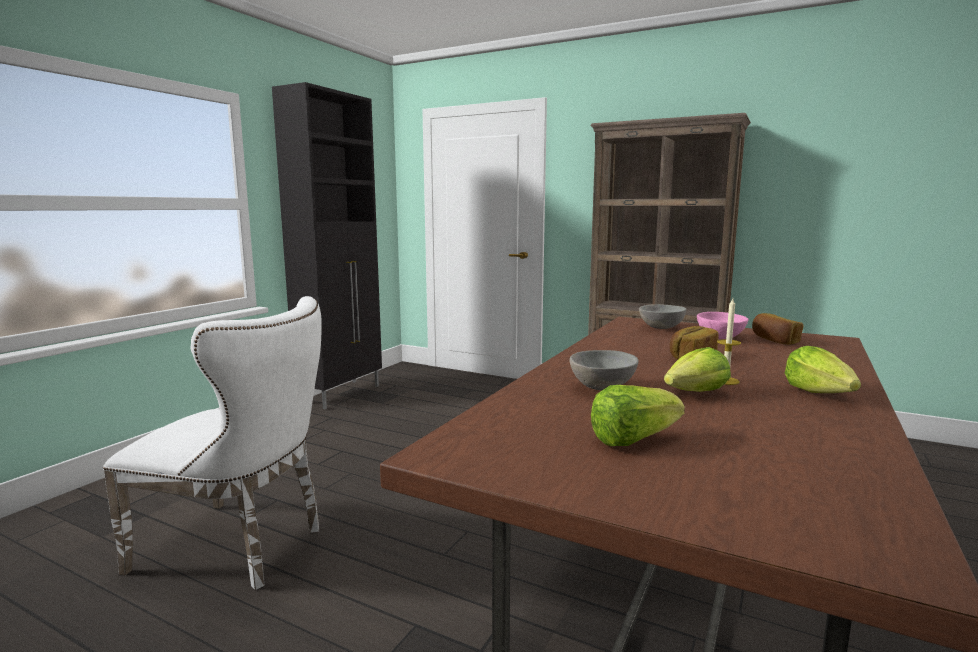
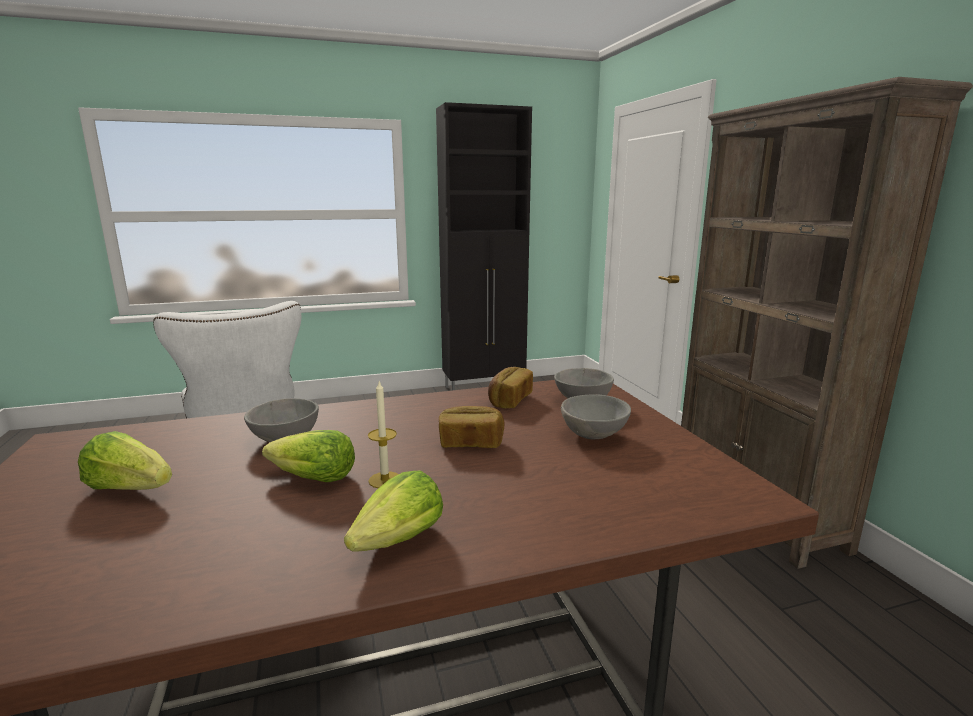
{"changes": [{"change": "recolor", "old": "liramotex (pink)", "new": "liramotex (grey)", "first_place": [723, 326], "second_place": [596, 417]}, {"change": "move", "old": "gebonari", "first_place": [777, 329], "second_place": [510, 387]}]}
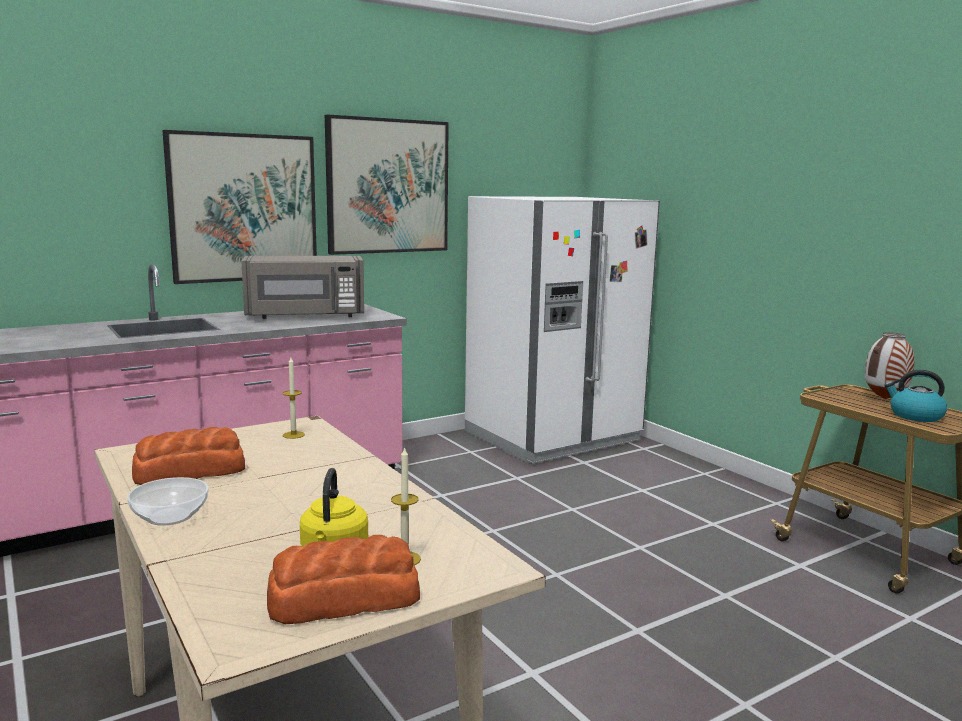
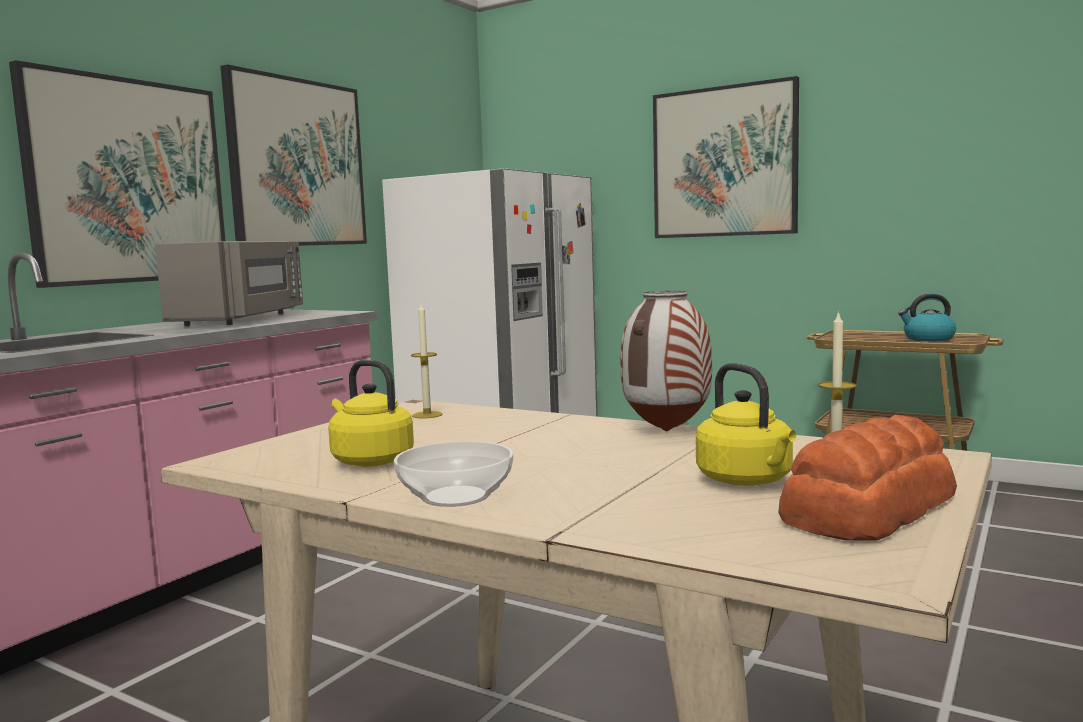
{"changes": [{"change": "replace", "old": "gebonari", "new": "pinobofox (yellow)", "first_place": [188, 456], "second_place": [371, 413]}, {"change": "rotate", "old": "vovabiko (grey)", "first_place": [302, 287], "second_place": [229, 283], "degrees": -45}, {"change": "move", "old": "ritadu", "first_place": [890, 365], "second_place": [666, 361]}, {"change": "insert", "new": "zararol", "second_place": [726, 157]}]}
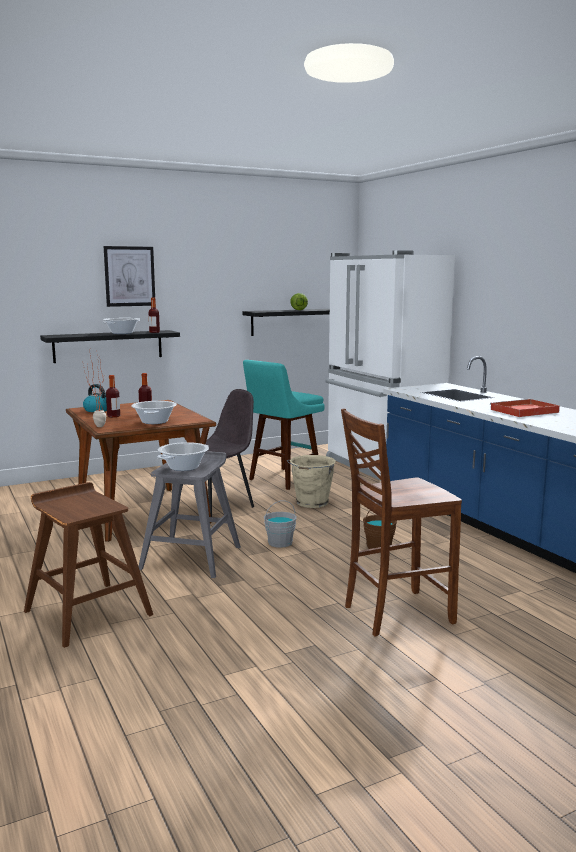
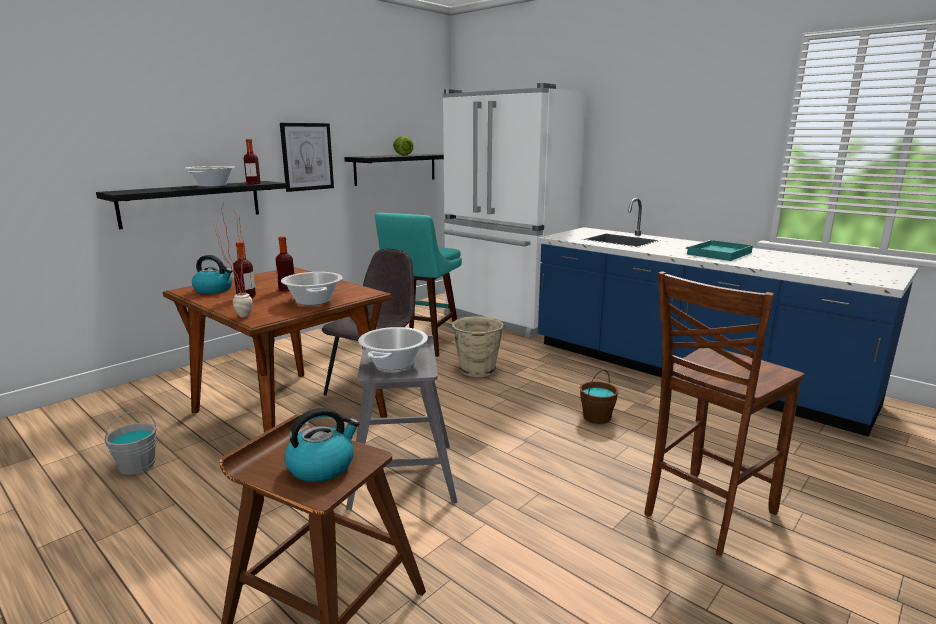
{"changes": [{"change": "move", "old": "zararol", "first_place": [129, 276], "second_place": [307, 157]}, {"change": "move", "old": "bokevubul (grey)", "first_place": [280, 524], "second_place": [131, 443]}, {"change": "recolor", "old": "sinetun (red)", "new": "sinetun (turquoise)", "first_place": [525, 408], "second_place": [719, 250]}, {"change": "insert", "new": "pinobofox", "second_place": [321, 444]}]}
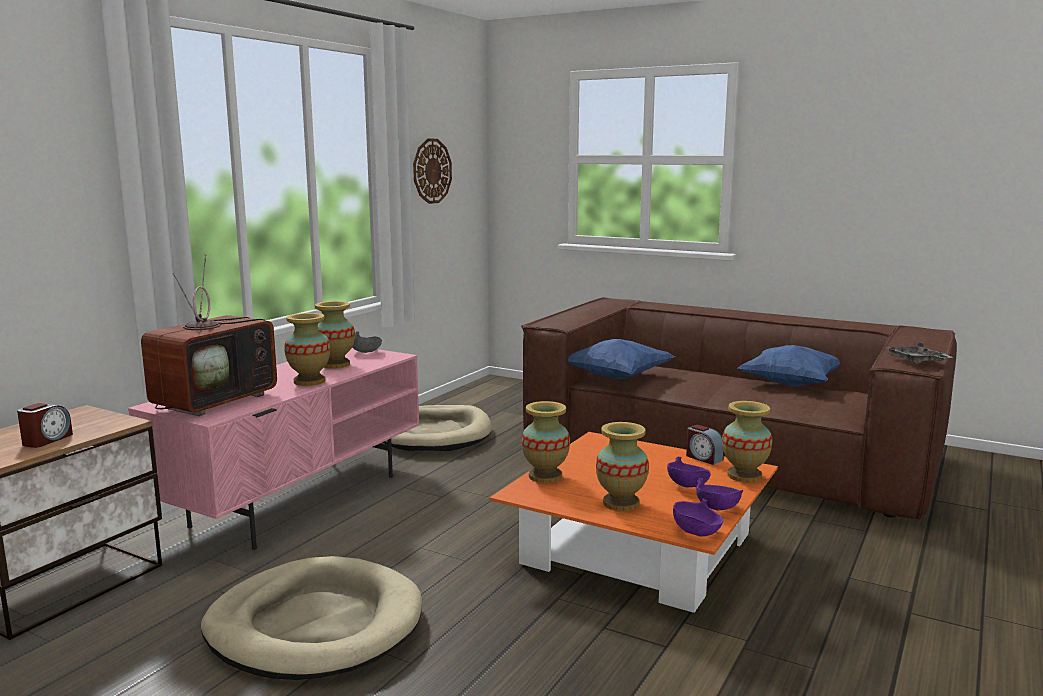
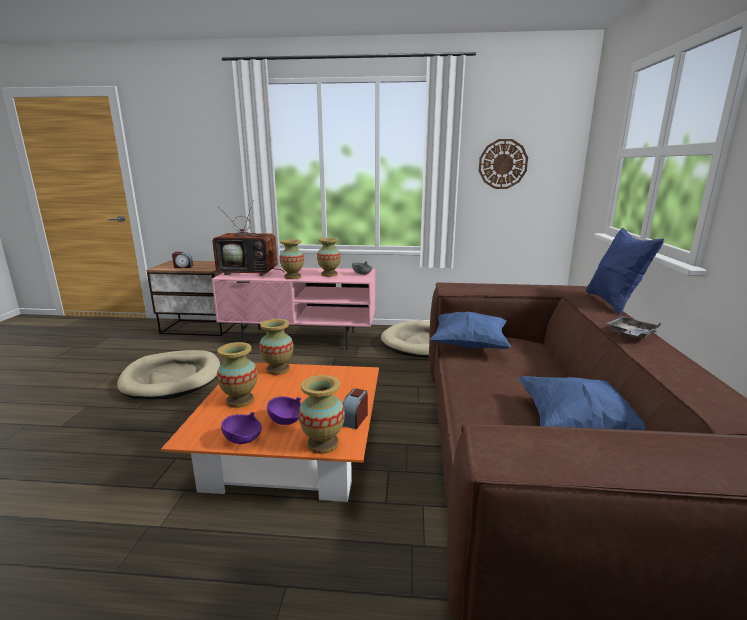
{"changes": [{"change": "delete", "old": "liramotex (purple)", "first_place": [698, 518]}, {"change": "move", "old": "sinetun (grey)", "first_place": [919, 352], "second_place": [633, 327]}, {"change": "insert", "new": "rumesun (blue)", "second_place": [625, 271]}]}
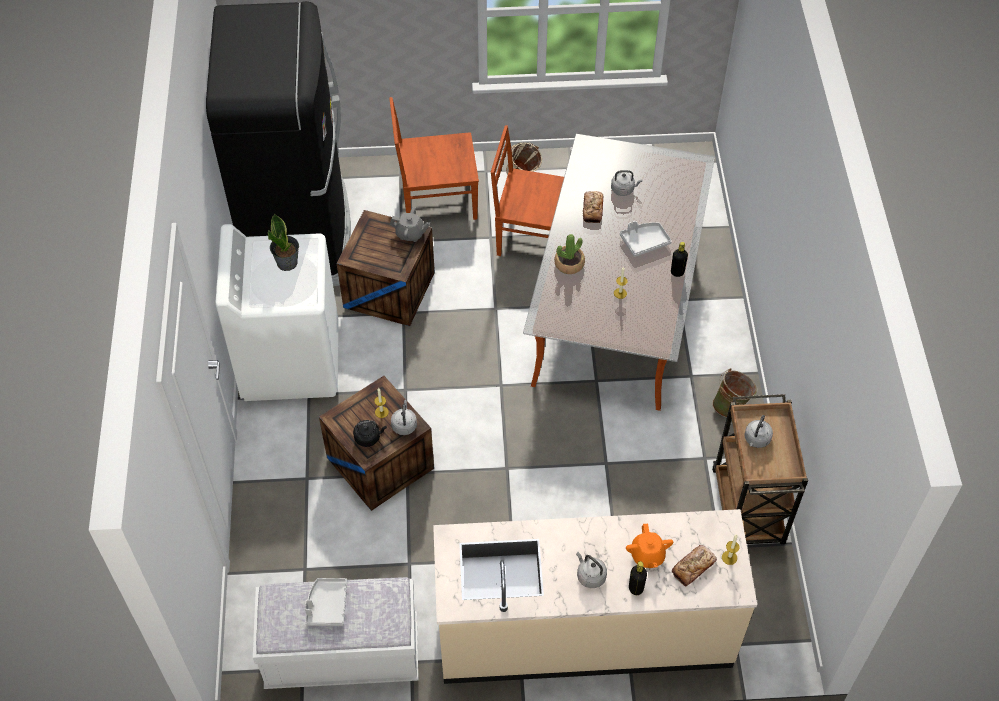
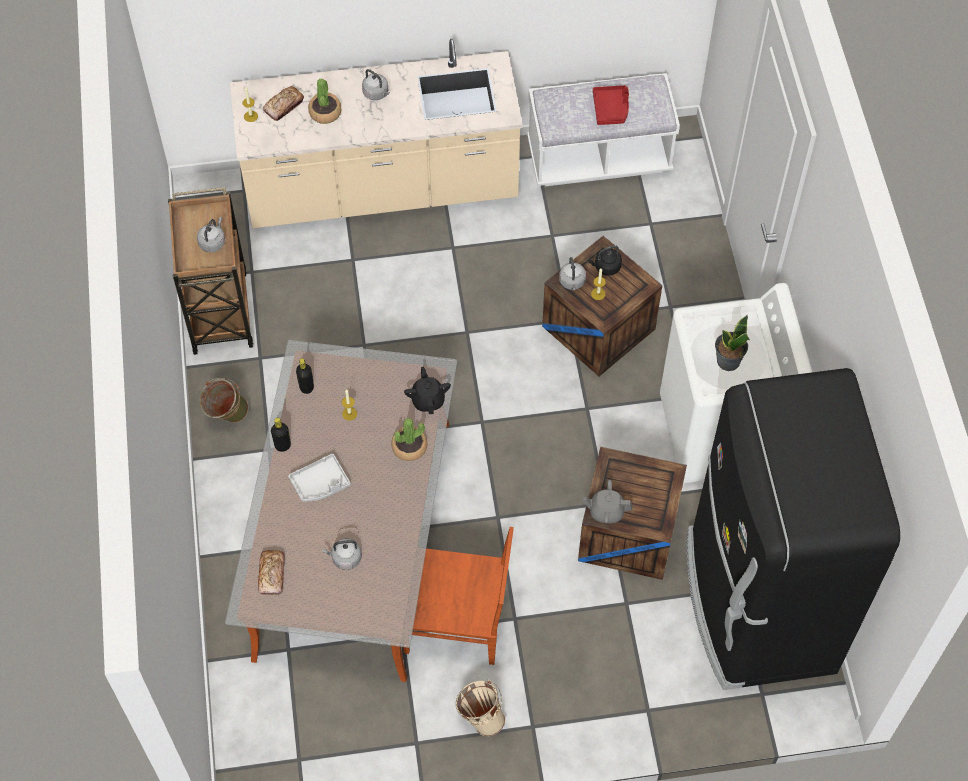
{"changes": [{"change": "recolor", "old": "sinetun (grey)", "new": "sinetun (red)", "first_place": [326, 602], "second_place": [611, 105]}, {"change": "delete", "old": "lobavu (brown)", "first_place": [434, 158]}, {"change": "move", "old": "gebonari", "first_place": [593, 207], "second_place": [271, 572]}, {"change": "replace", "old": "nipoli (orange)", "new": "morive", "first_place": [649, 546], "second_place": [324, 101]}, {"change": "move", "old": "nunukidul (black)", "first_place": [638, 578], "second_place": [305, 376]}, {"change": "insert", "new": "nipoli (black)", "second_place": [427, 390]}]}
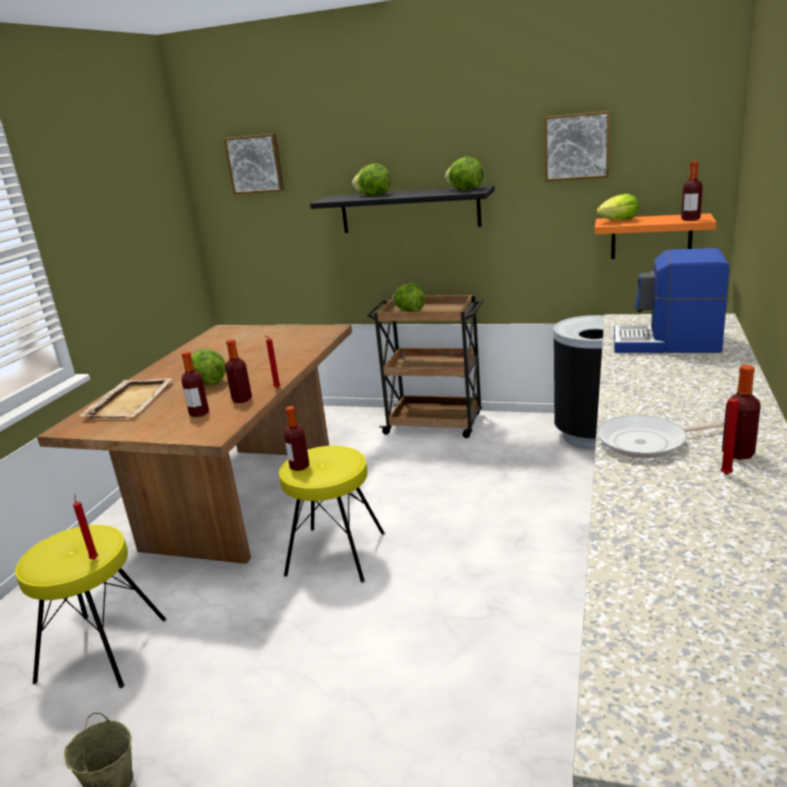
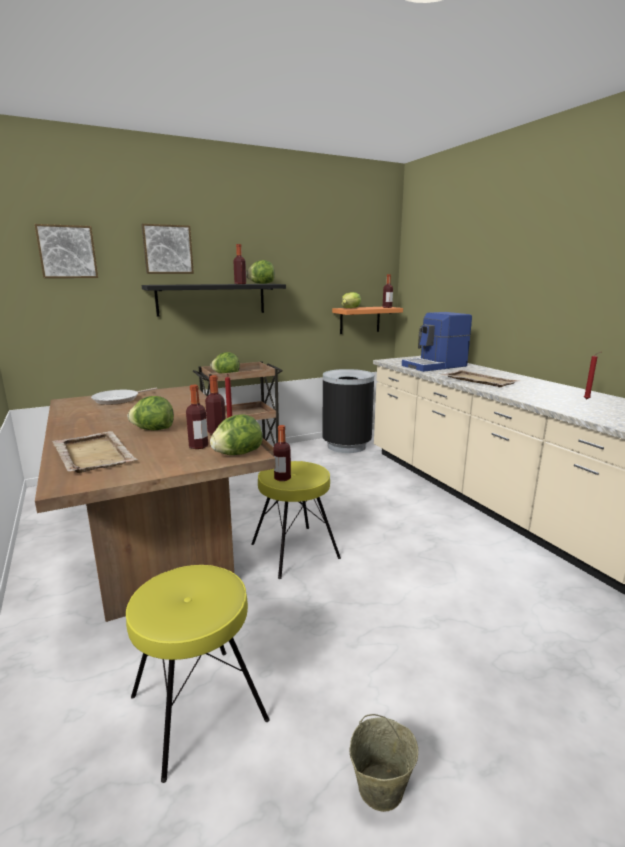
{"changes": [{"change": "delete", "old": "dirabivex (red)", "first_place": [85, 526]}, {"change": "move", "old": "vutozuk", "first_place": [371, 179], "second_place": [236, 434]}, {"change": "move", "old": "zararol", "first_place": [577, 146], "second_place": [167, 249]}, {"change": "move", "old": "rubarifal", "first_place": [660, 436], "second_place": [124, 396]}, {"change": "move", "old": "nunukidul", "first_place": [741, 412], "second_place": [239, 264]}, {"change": "insert", "new": "sinetun (beige)", "second_place": [481, 378]}]}
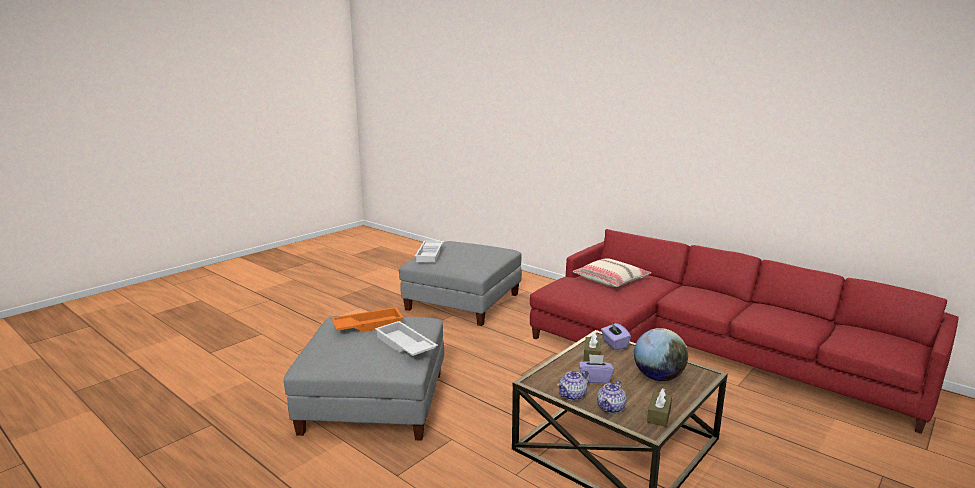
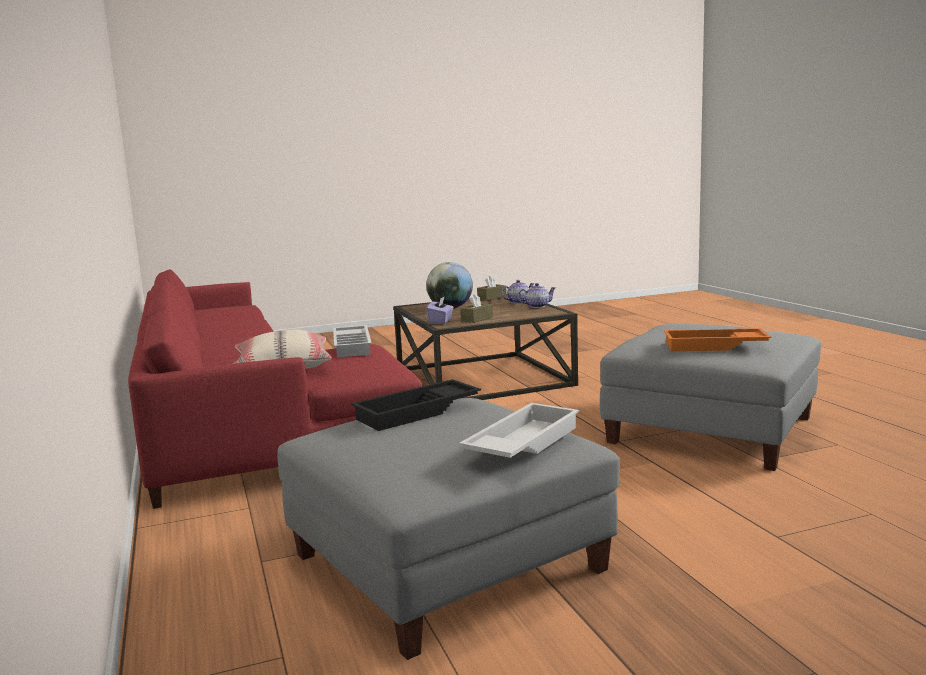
{"changes": [{"change": "move", "old": "sinetun (white)", "first_place": [406, 338], "second_place": [352, 341]}, {"change": "delete", "old": "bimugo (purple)", "first_place": [596, 369]}, {"change": "insert", "new": "sinetun (black)", "second_place": [416, 405]}]}
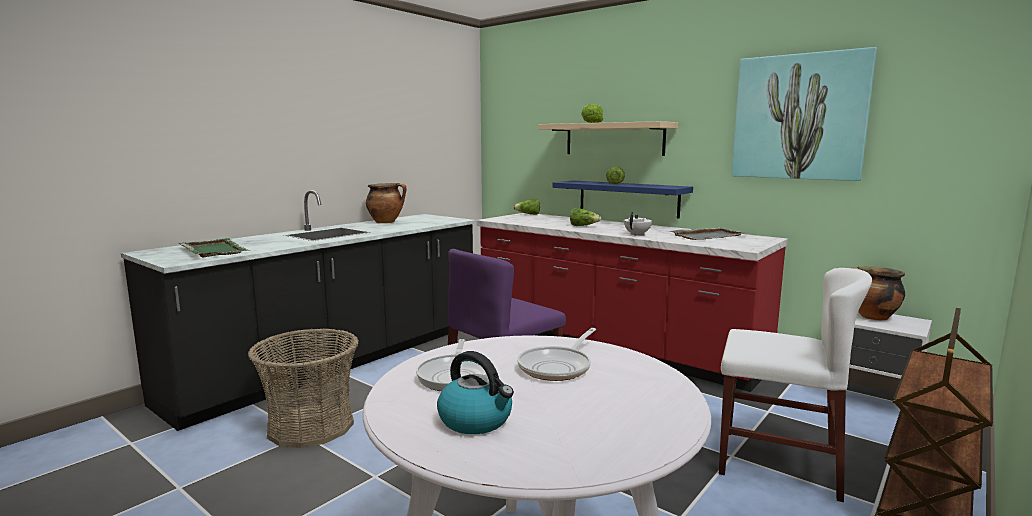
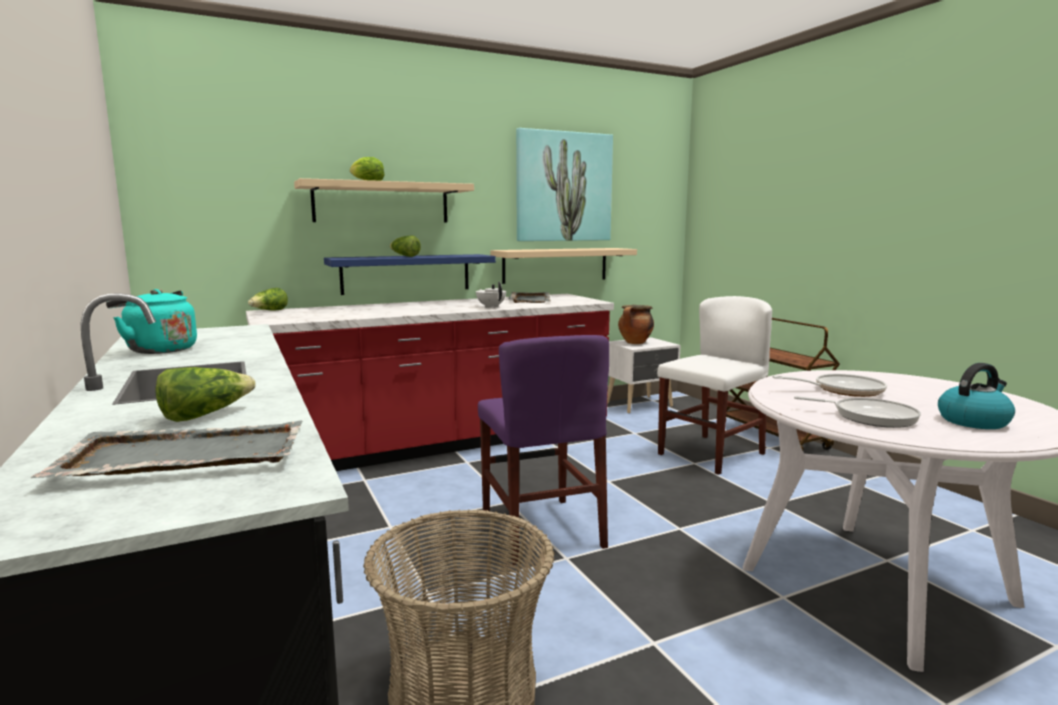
{"changes": [{"change": "recolor", "old": "sinetun (green)", "new": "sinetun (grey)", "first_place": [214, 248], "second_place": [166, 449]}, {"change": "replace", "old": "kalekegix", "new": "pinobofox (turquoise)", "first_place": [386, 203], "second_place": [151, 321]}, {"change": "rotate", "old": "rubarifal", "first_place": [556, 354], "second_place": [829, 385], "degrees": -60}, {"change": "move", "old": "vutozuk", "first_place": [585, 217], "second_place": [205, 394]}, {"change": "insert", "new": "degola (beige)", "second_place": [563, 266]}]}
